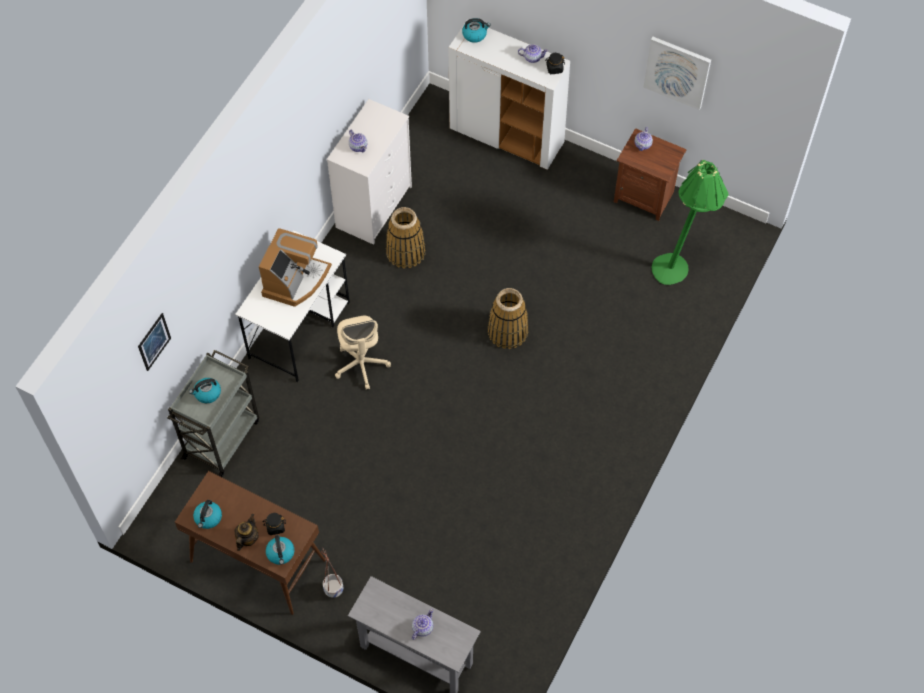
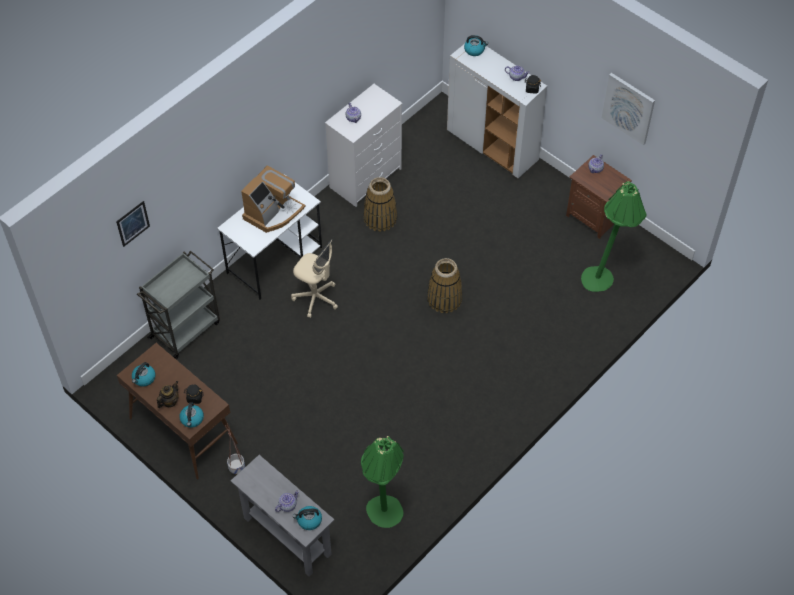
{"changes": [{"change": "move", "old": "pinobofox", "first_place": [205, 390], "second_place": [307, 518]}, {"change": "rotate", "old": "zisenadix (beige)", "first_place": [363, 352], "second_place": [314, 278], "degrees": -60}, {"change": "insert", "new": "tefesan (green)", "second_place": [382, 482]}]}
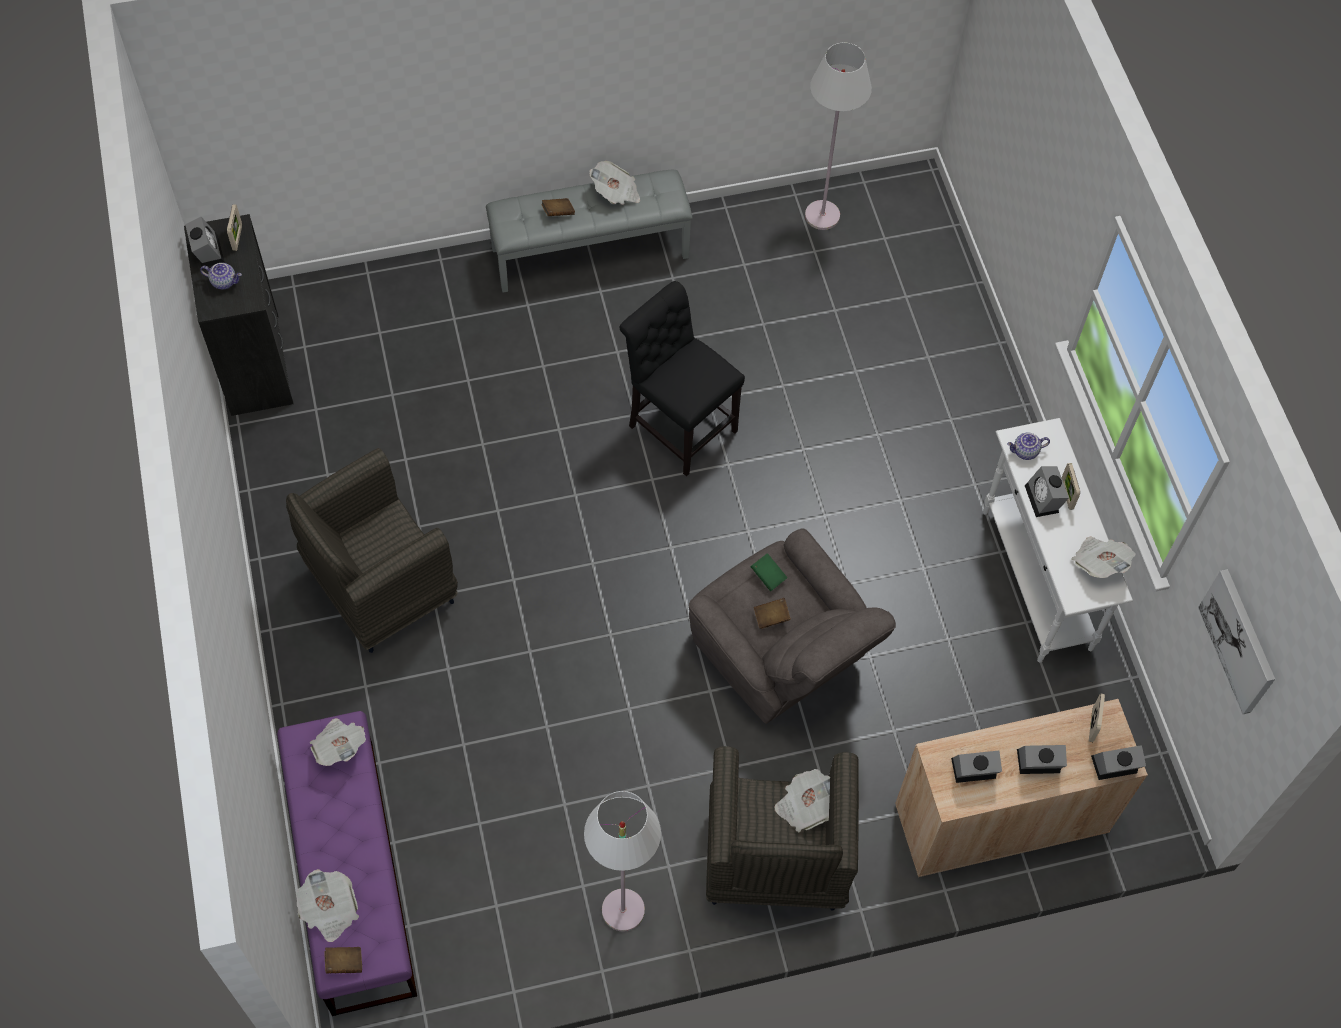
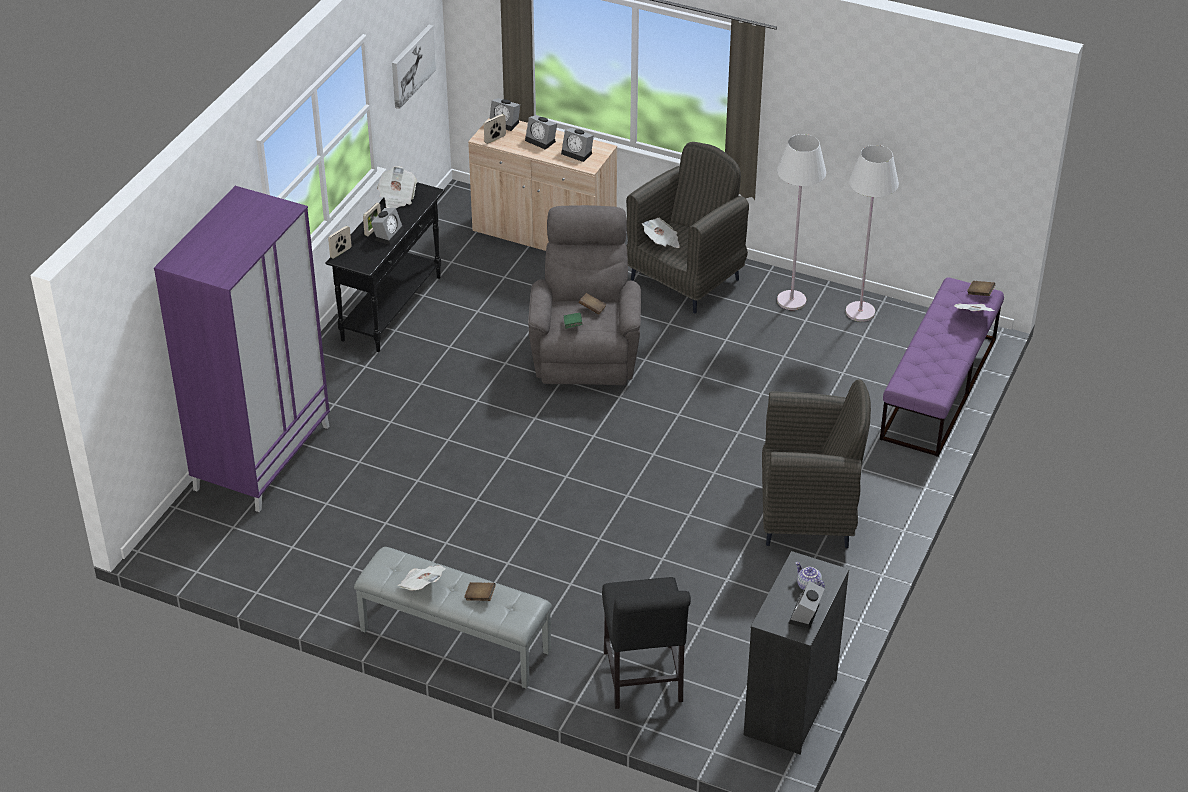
{"changes": [{"change": "move", "old": "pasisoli", "first_place": [234, 227], "second_place": [339, 242]}, {"change": "delete", "old": "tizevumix", "first_place": [338, 742]}, {"change": "move", "old": "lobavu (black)", "first_place": [682, 378], "second_place": [646, 643]}, {"change": "move", "old": "tefesan (white)", "first_place": [838, 136], "second_place": [872, 233]}, {"change": "recolor", "old": "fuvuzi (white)", "new": "fuvuzi (black)", "first_place": [1058, 540], "second_place": [385, 267]}, {"change": "delete", "old": "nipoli", "first_place": [1028, 446]}, {"change": "insert", "new": "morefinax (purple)", "second_place": [242, 349]}]}
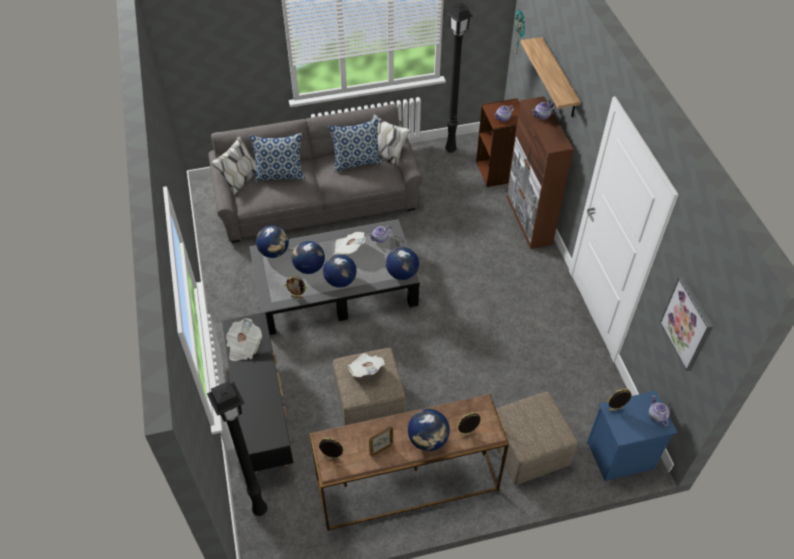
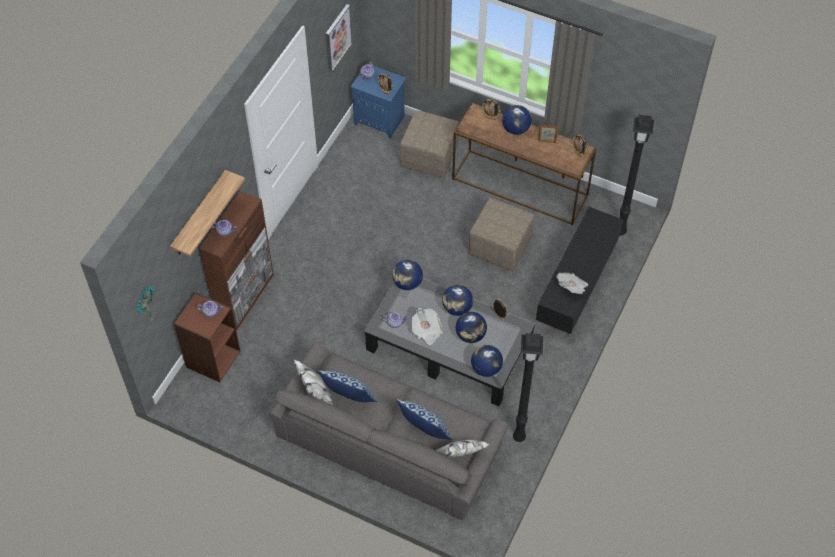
{"changes": [{"change": "delete", "old": "tizevumix", "first_place": [366, 365]}, {"change": "move", "old": "tefesan (black)", "first_place": [459, 77], "second_place": [528, 387]}]}
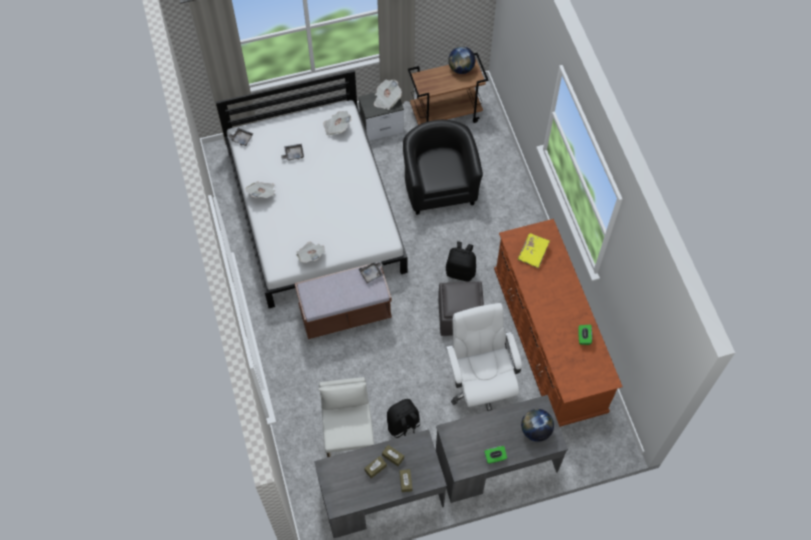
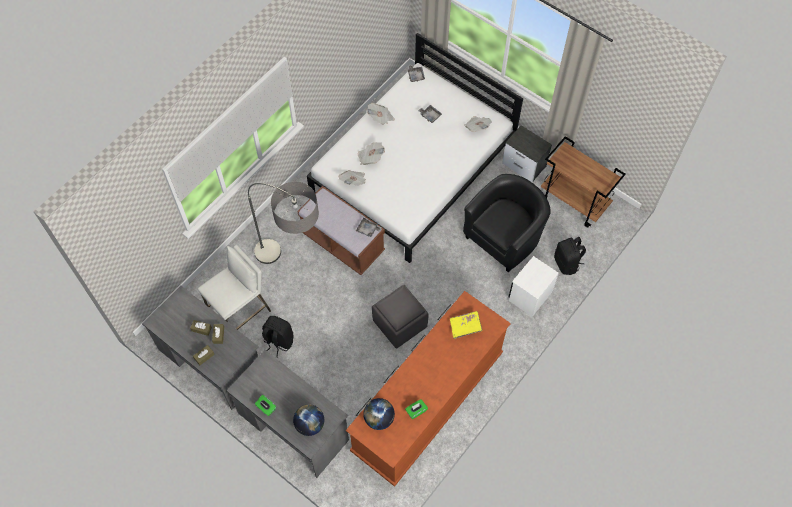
{"changes": [{"change": "move", "old": "tizevumix", "first_place": [388, 95], "second_place": [371, 153]}, {"change": "move", "old": "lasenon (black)", "first_place": [461, 261], "second_place": [570, 256]}, {"change": "delete", "old": "zisenadix (white)", "first_place": [484, 357]}, {"change": "move", "old": "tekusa", "first_place": [461, 60], "second_place": [379, 414]}, {"change": "insert", "new": "tefesan", "second_place": [283, 223]}, {"change": "insert", "new": "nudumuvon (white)", "second_place": [534, 286]}]}
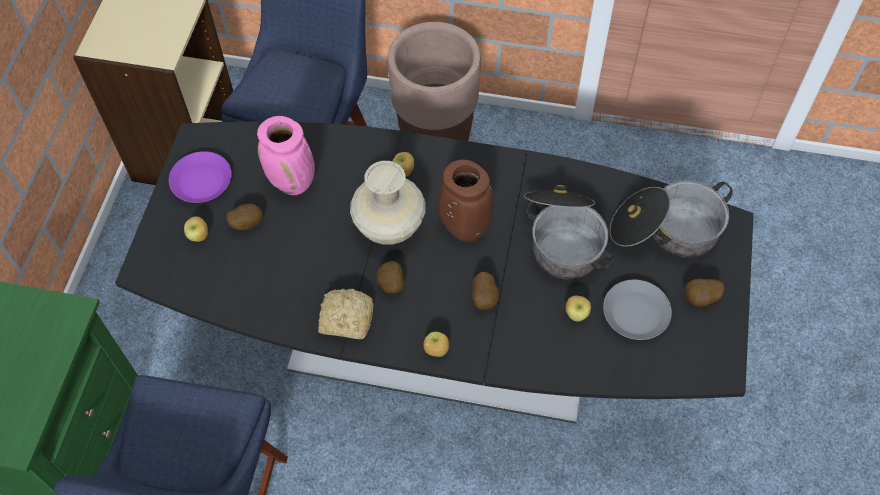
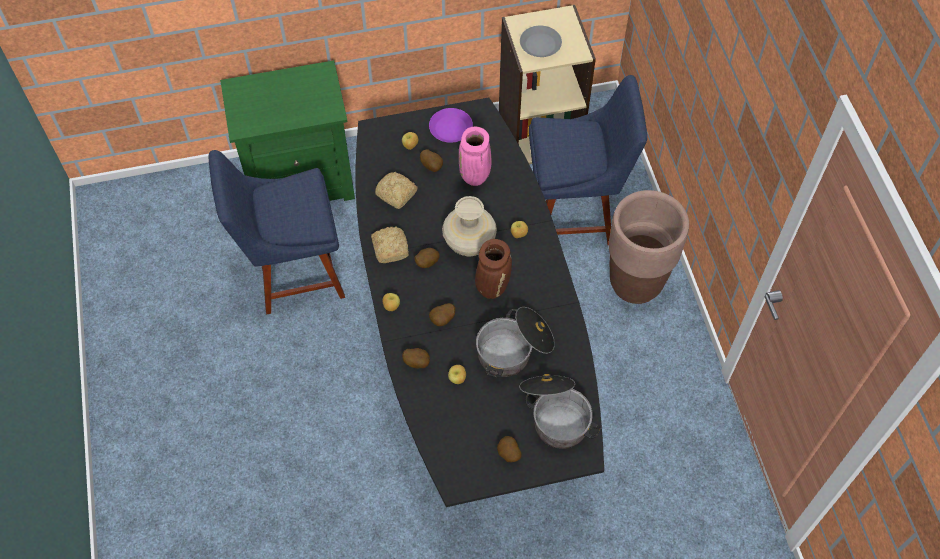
{"changes": [{"change": "move", "old": "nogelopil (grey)", "first_place": [637, 310], "second_place": [541, 41]}, {"change": "insert", "new": "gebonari", "second_place": [396, 190]}, {"change": "insert", "new": "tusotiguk", "second_place": [416, 358]}]}
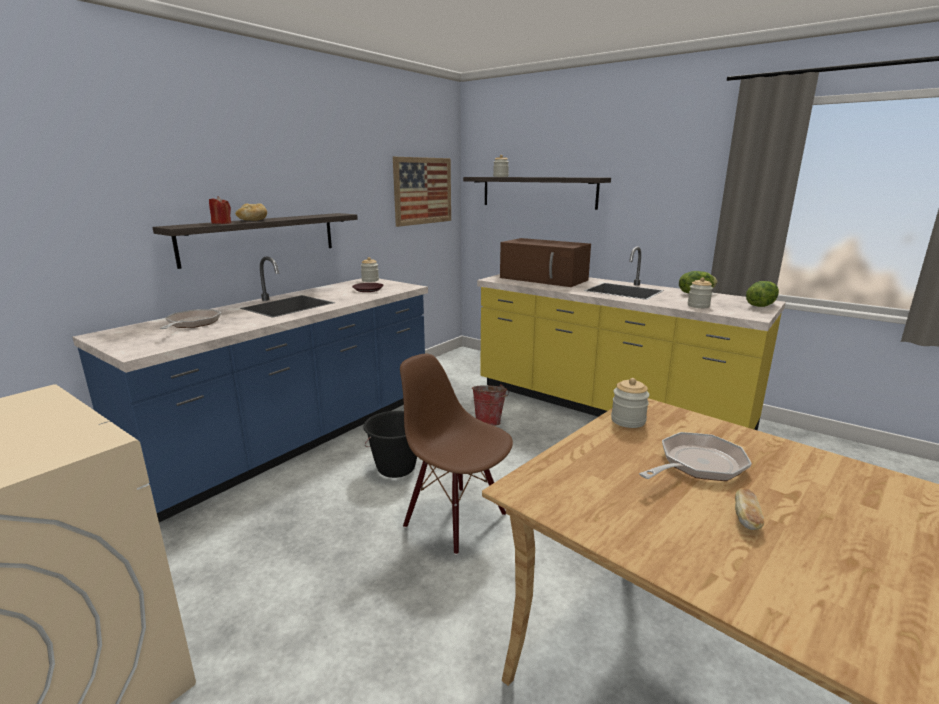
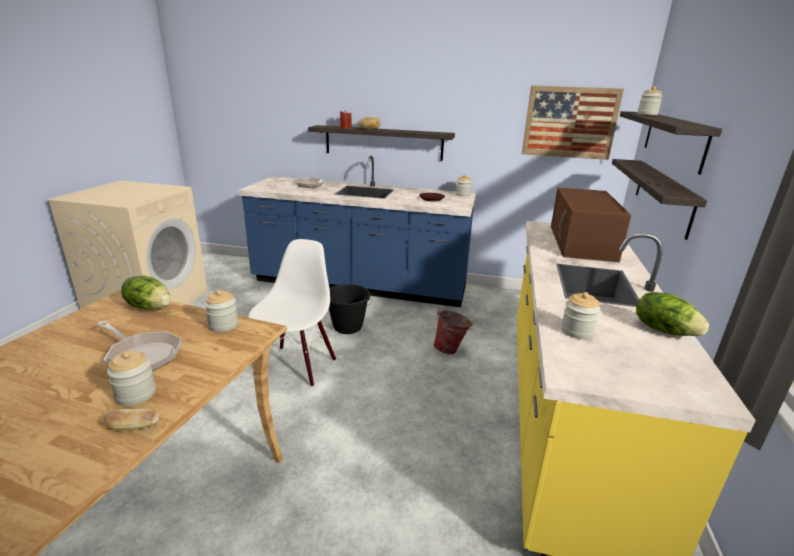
{"changes": [{"change": "recolor", "old": "lobavu (brown)", "new": "lobavu (white)", "first_place": [456, 454], "second_place": [292, 313]}, {"change": "move", "old": "gebonari", "first_place": [749, 509], "second_place": [131, 419]}, {"change": "move", "old": "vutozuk", "first_place": [762, 294], "second_place": [146, 293]}, {"change": "insert", "new": "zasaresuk", "second_place": [131, 378]}, {"change": "insert", "new": "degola", "second_place": [659, 199]}]}
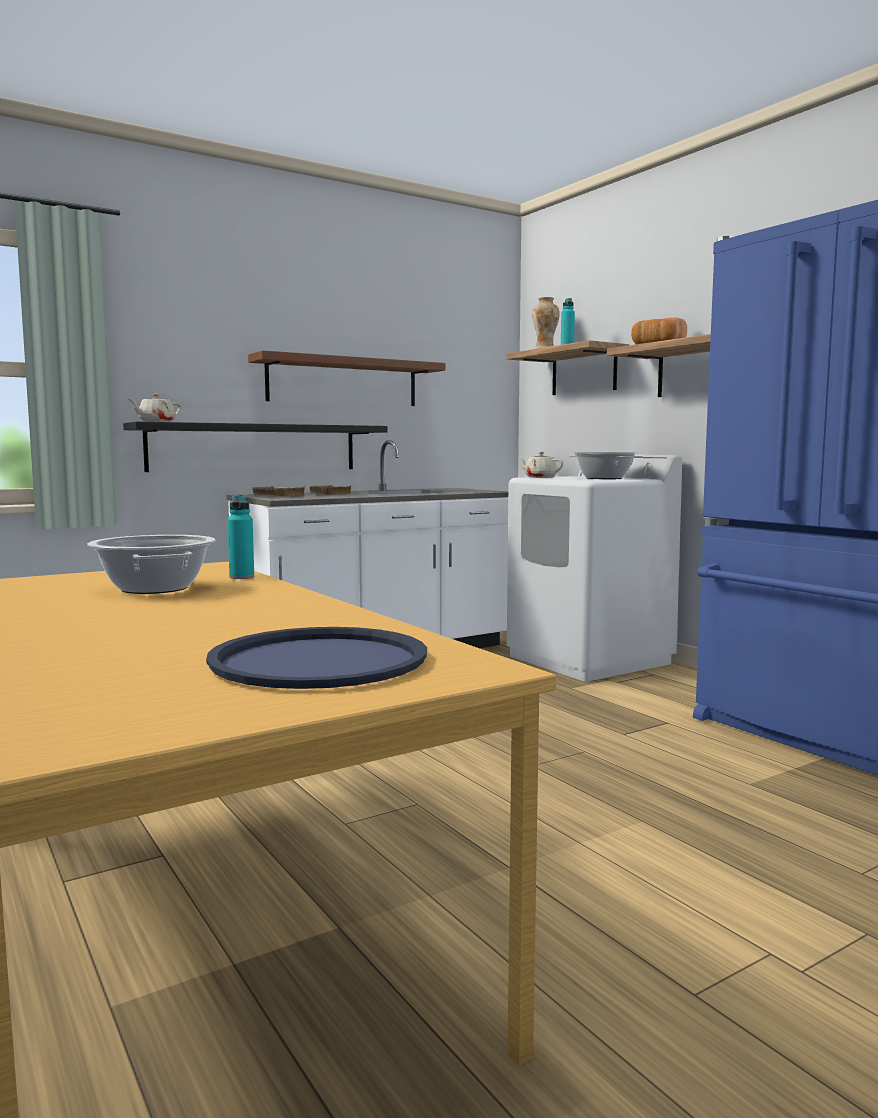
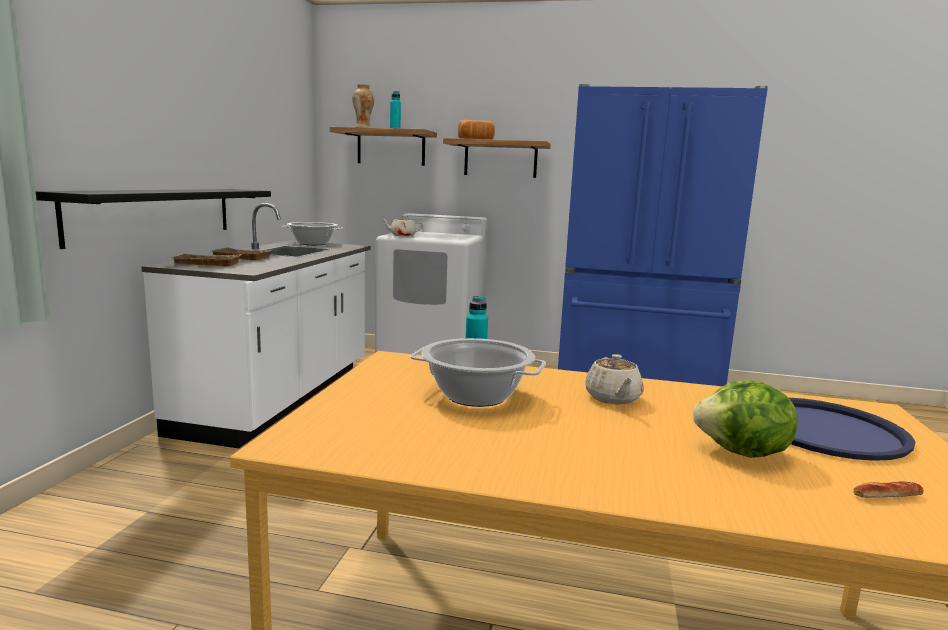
{"changes": [{"change": "move", "old": "nipoli (beige)", "first_place": [154, 408], "second_place": [614, 379]}, {"change": "delete", "old": "degola (brown)", "first_place": [346, 378]}, {"change": "move", "old": "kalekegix", "first_place": [606, 465], "second_place": [312, 233]}, {"change": "insert", "new": "vutozuk", "second_place": [745, 419]}, {"change": "insert", "new": "gebonari", "second_place": [888, 489]}]}
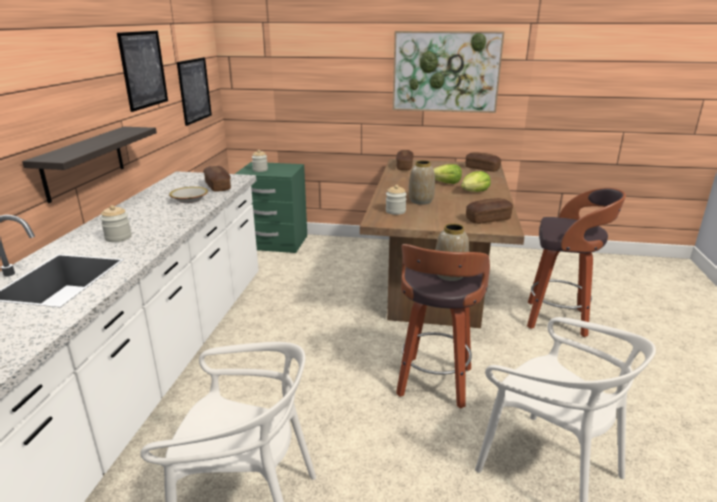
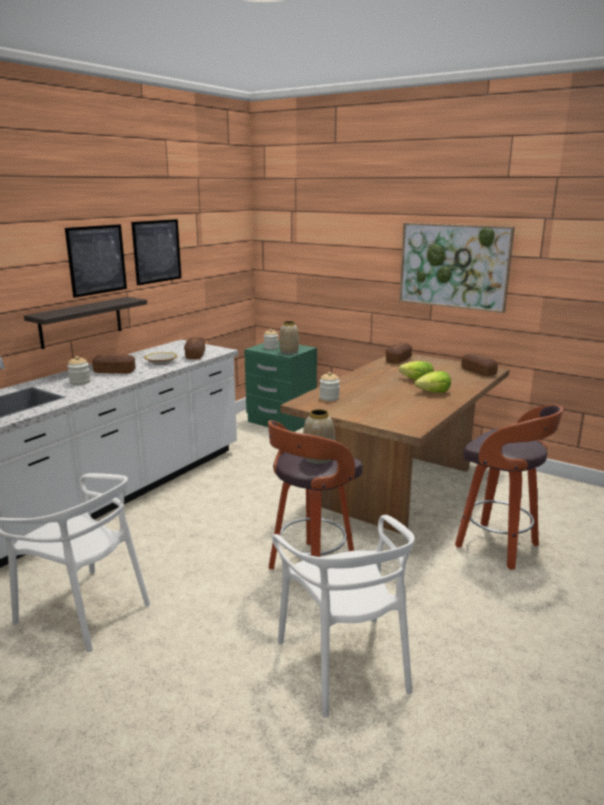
{"changes": [{"change": "move", "old": "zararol", "first_place": [194, 91], "second_place": [96, 261]}, {"change": "move", "old": "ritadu", "first_place": [422, 182], "second_place": [289, 337]}, {"change": "move", "old": "gebonari", "first_place": [489, 211], "second_place": [113, 363]}]}
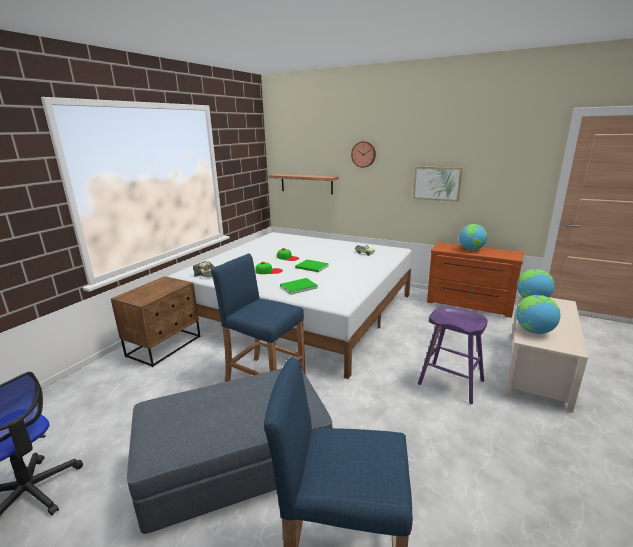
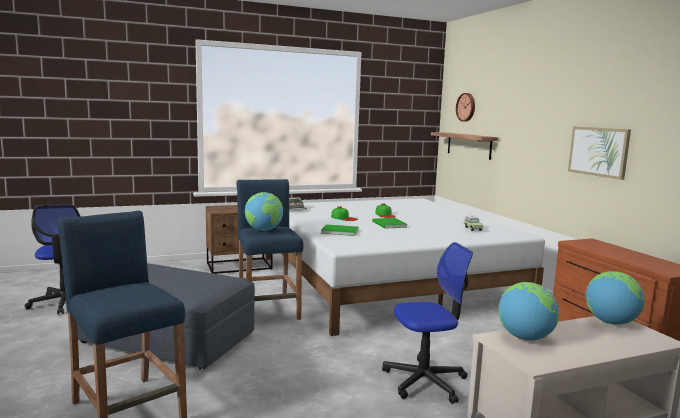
{"changes": [{"change": "move", "old": "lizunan", "first_place": [363, 154], "second_place": [465, 107]}, {"change": "replace", "old": "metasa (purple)", "new": "zisenadix", "first_place": [453, 355], "second_place": [427, 323]}, {"change": "move", "old": "tekusa", "first_place": [473, 237], "second_place": [264, 211]}]}
